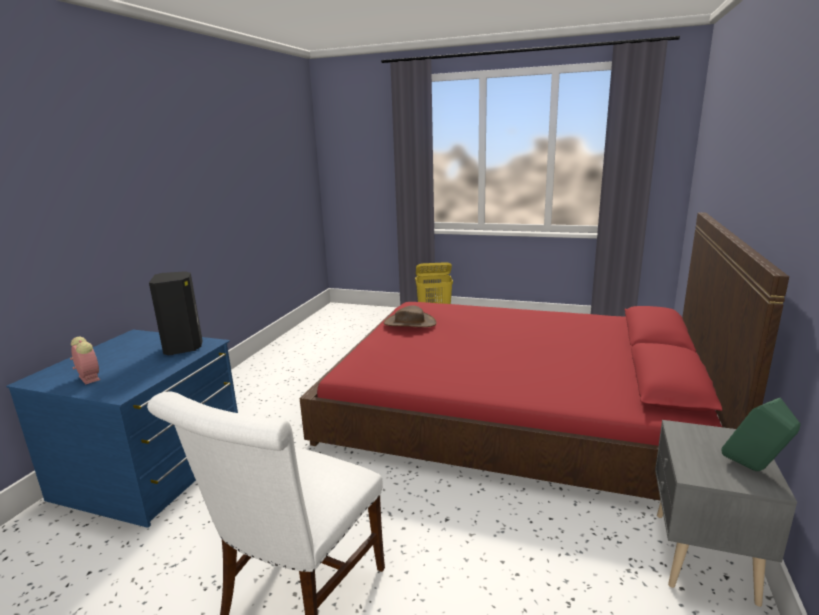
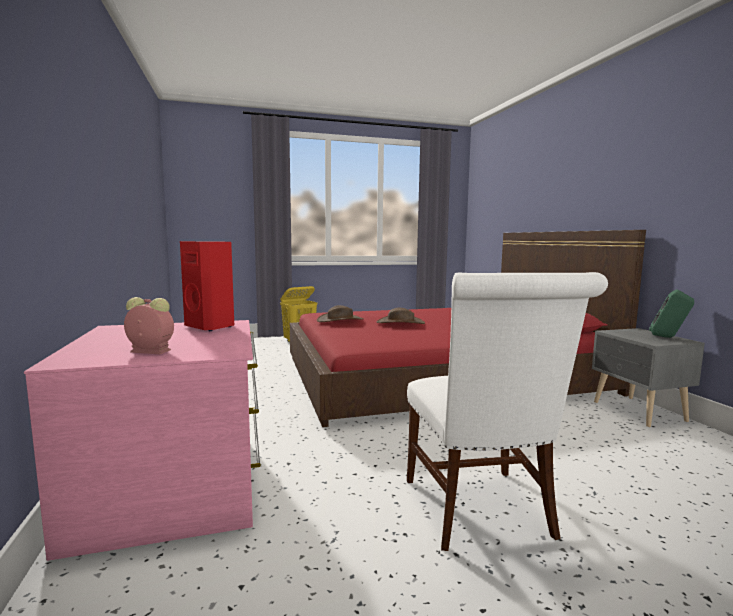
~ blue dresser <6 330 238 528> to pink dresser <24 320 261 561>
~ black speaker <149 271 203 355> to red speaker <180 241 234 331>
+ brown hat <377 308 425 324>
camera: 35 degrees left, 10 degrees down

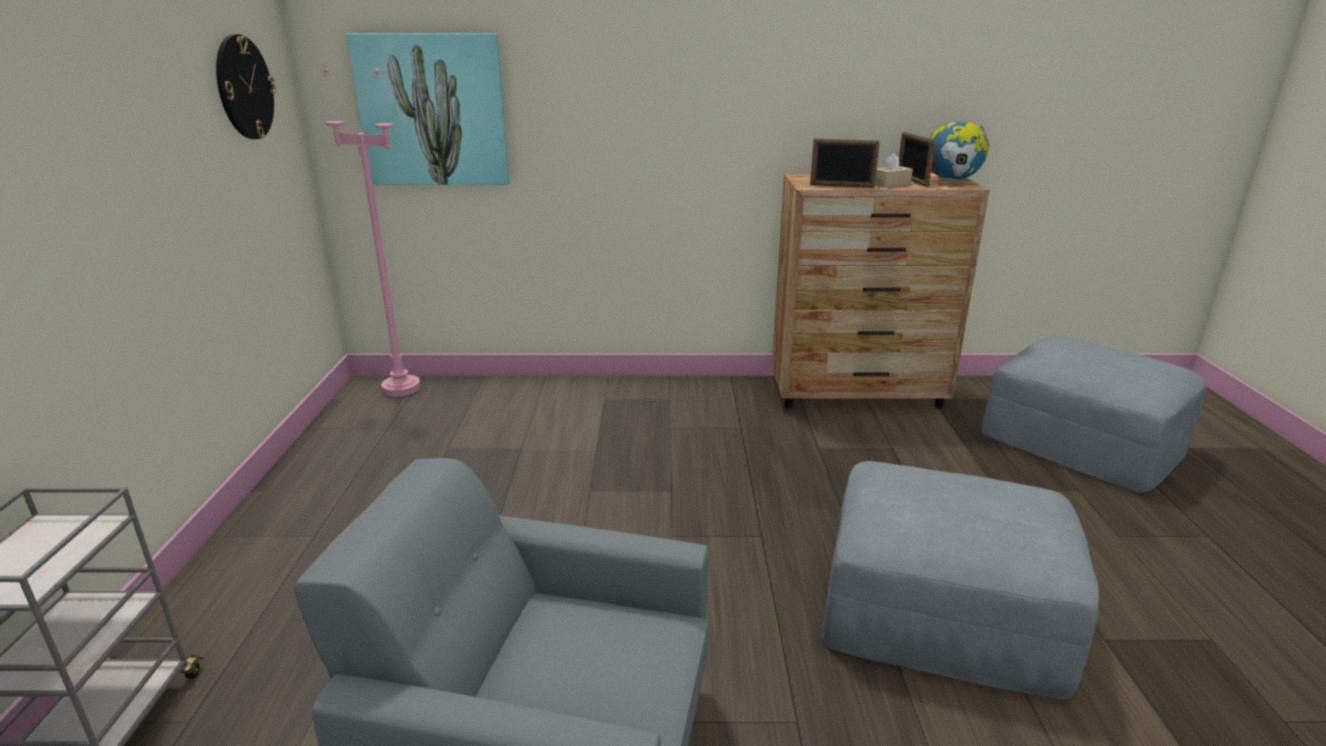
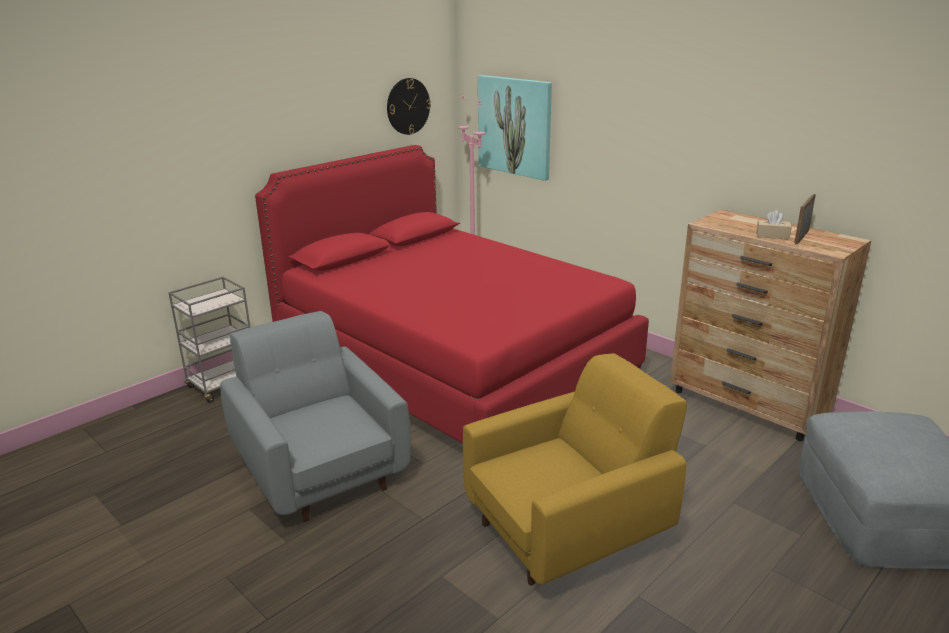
+ red bed <255 145 649 444>
~ grey ottoman <822 461 1099 700> to yellow armchair <463 353 687 586>
- picture frame <810 139 880 188>
- globe <929 122 989 182>
camera: 45 degrees right, 0 degrees up

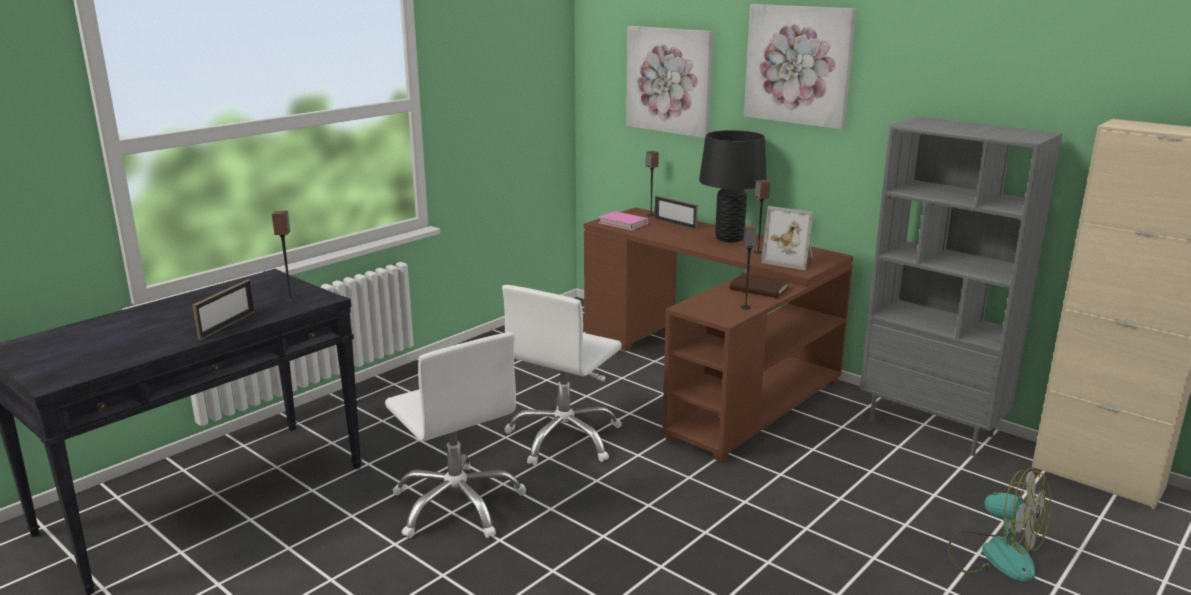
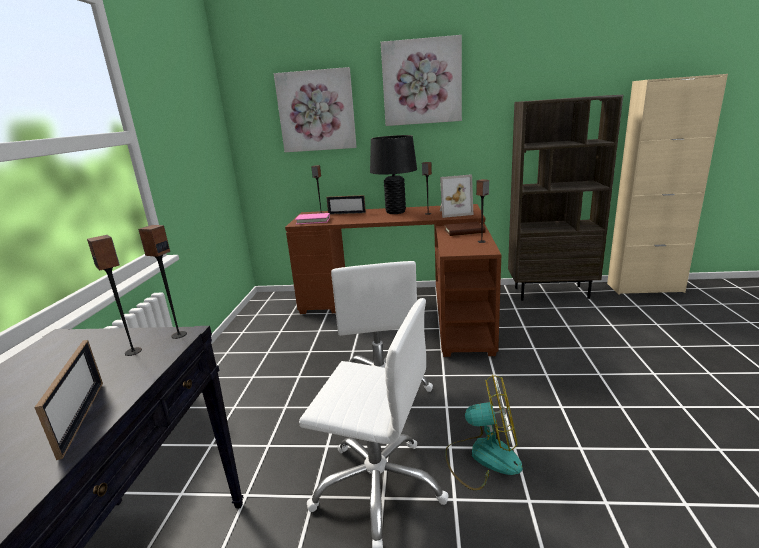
+ speaker <138 225 187 339>
~ fan <948 467 1051 582> to <445 374 523 491>
~ grey bookcase <860 117 1063 456> to brown bookcase <508 95 623 300>
camera: 35 degrees left, 0 degrees up

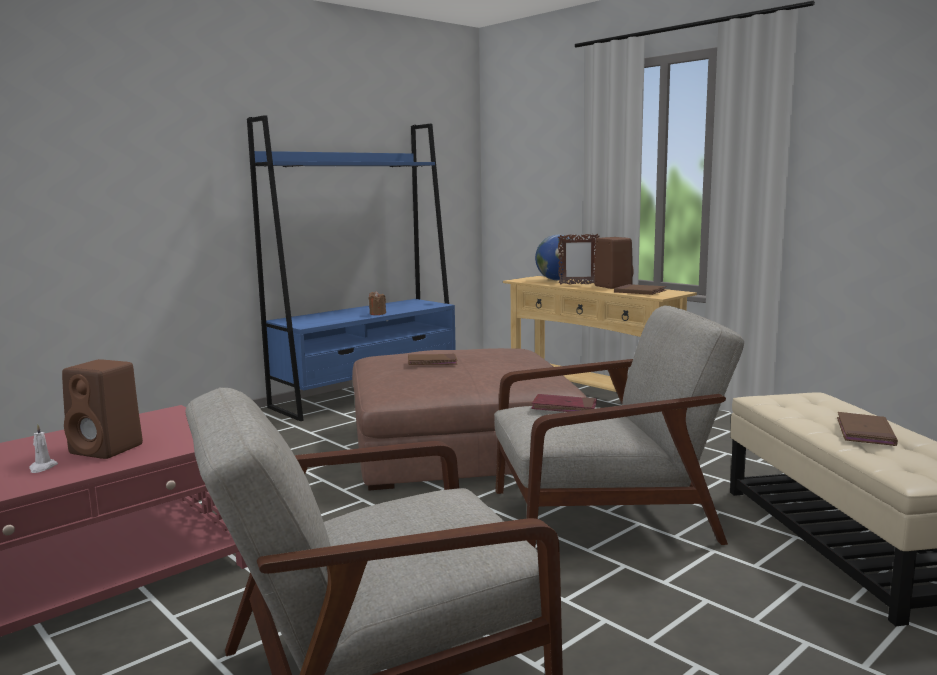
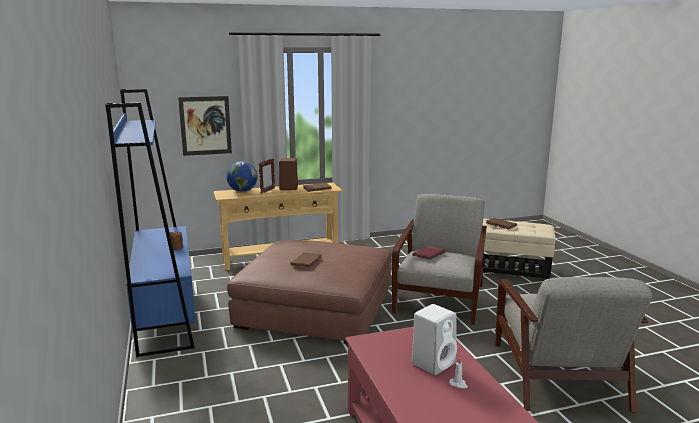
+ picture <178 96 232 156>
~ brown speaker <62 359 143 459> to white speaker <412 304 457 375>
camera: 65 degrees left, 5 degrees up

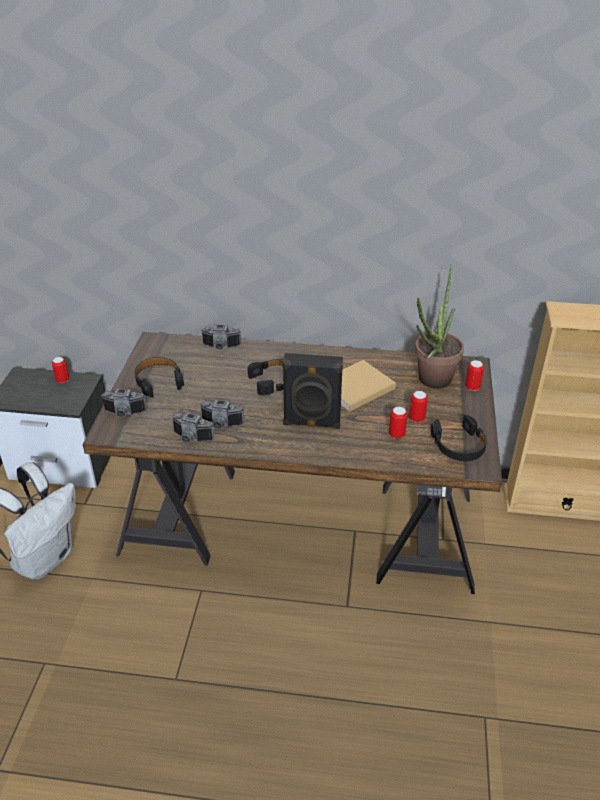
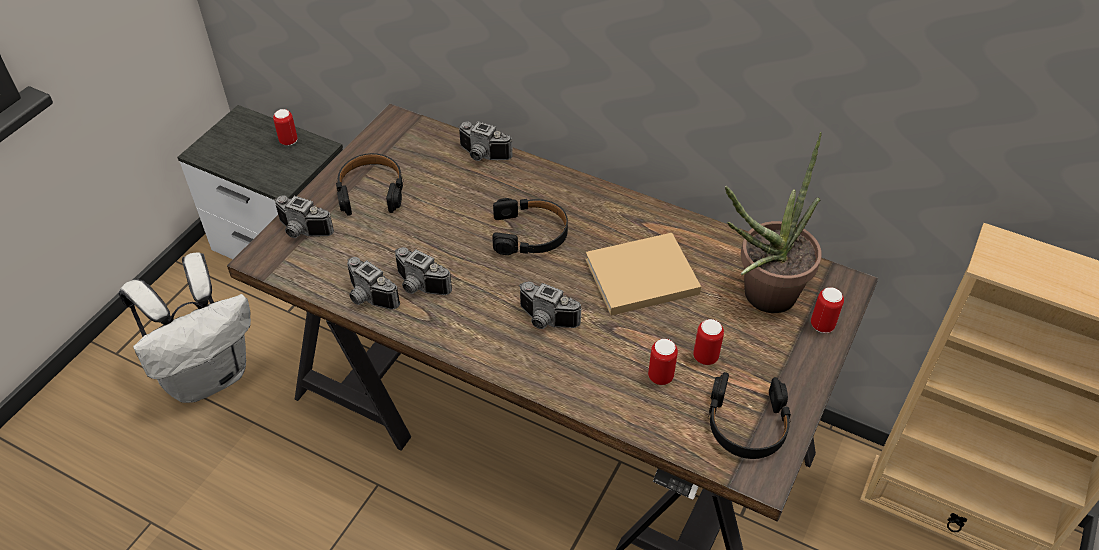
~ black speaker <282 353 343 429> to photo camera <519 282 582 329>
camera: 20 degrees right, 10 degrees up

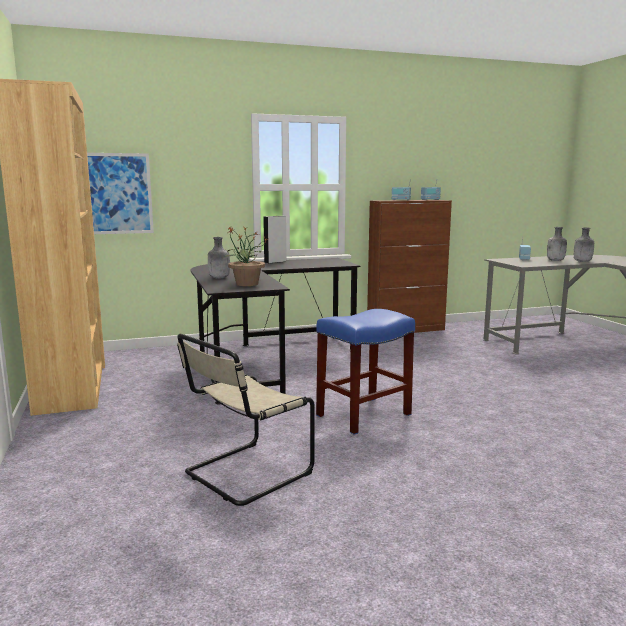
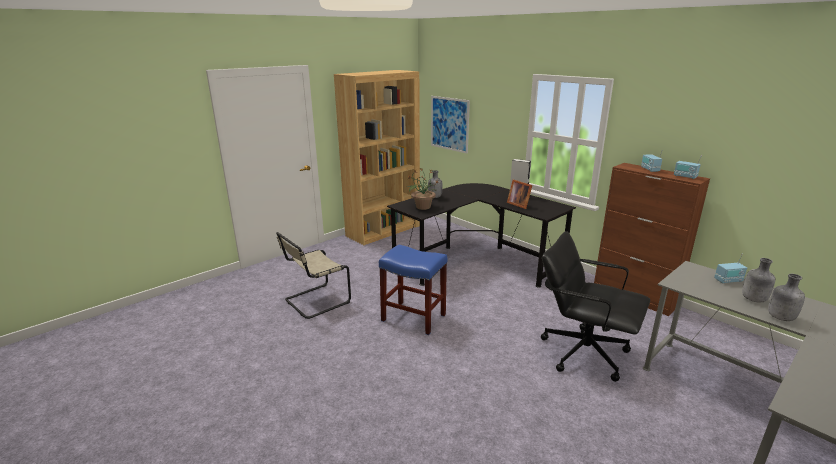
~ beige chair <177 334 315 506> = <276 232 351 319> 60 degrees counterclockwise
+ picture frame <507 180 532 209>
+ black office chair <541 231 650 382>
camera: 65 degrees right, 10 degrees up

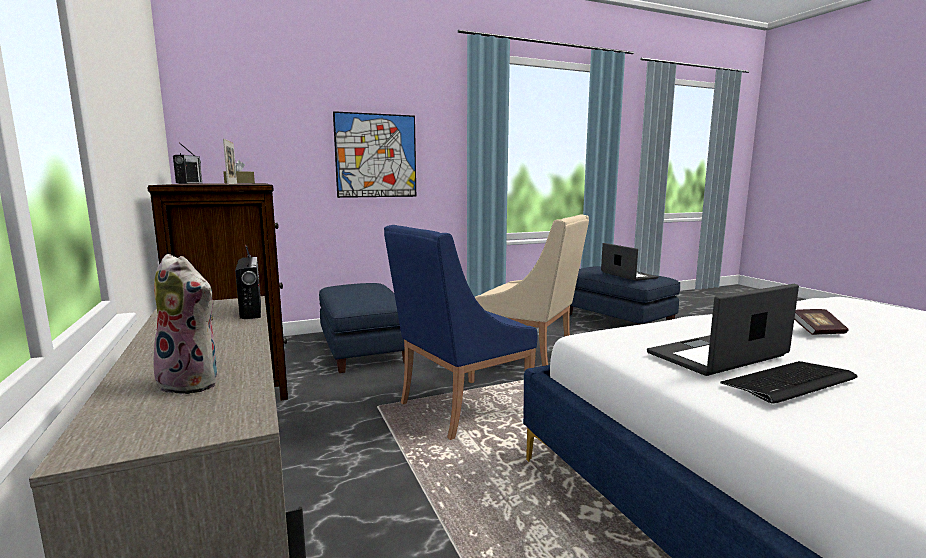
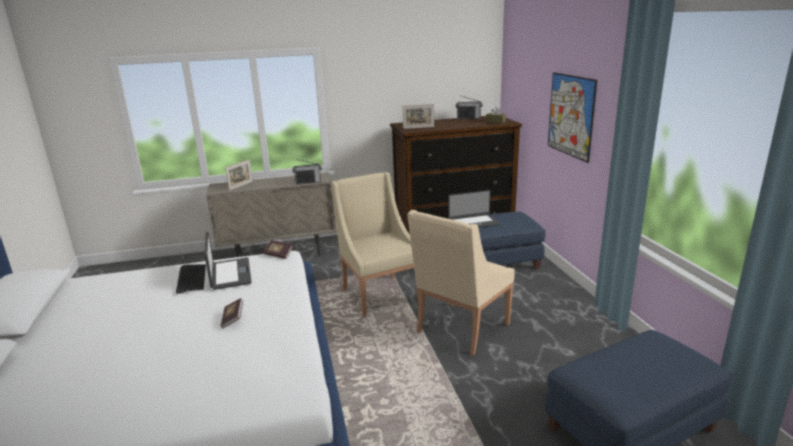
~ plush toy <153 254 217 395> to picture frame <225 159 253 191>
+ book <263 240 293 259>
~ blue armchair <384 225 538 440> to beige armchair <331 172 418 317>
~ laptop <601 243 659 281> to <448 190 500 228>
camera: 100 degrees right, 10 degrees up

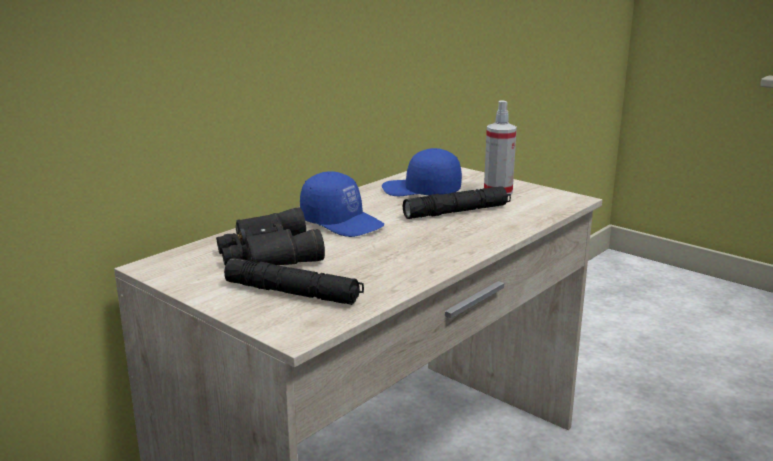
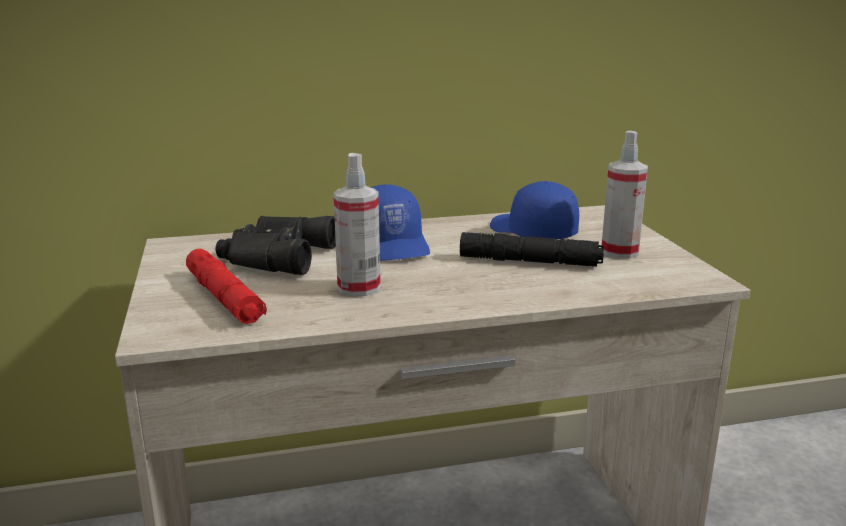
~ black flashlight <224 258 364 305> to red flashlight <186 249 267 324>
+ spray bottle <334 153 380 297>
camera: 35 degrees right, 0 degrees up

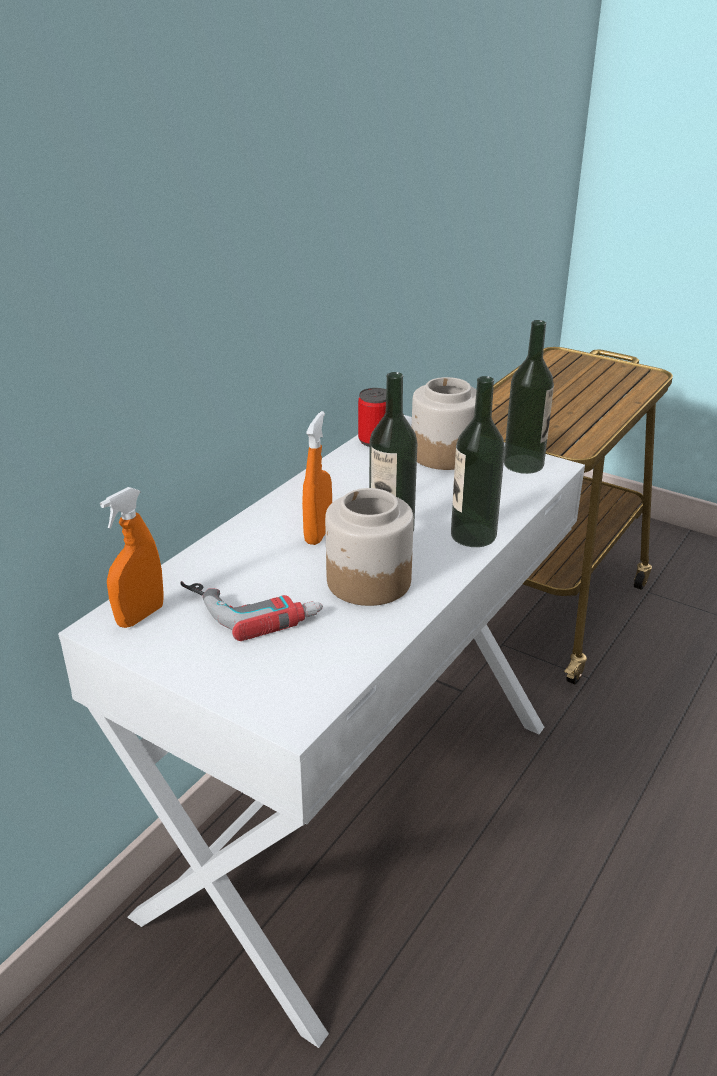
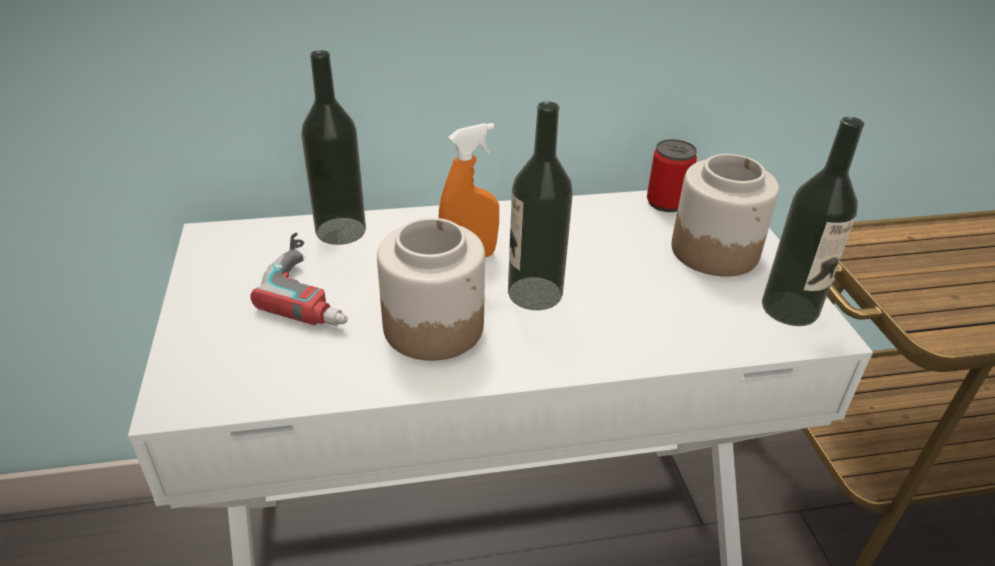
~ bottle <451 376 505 547> to <301 50 366 245>
- orange spray bottle <100 487 164 628>
camera: 45 degrees right, 5 degrees up

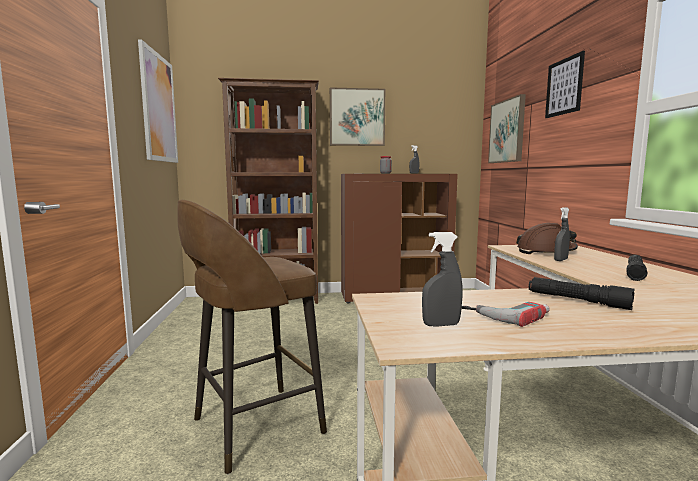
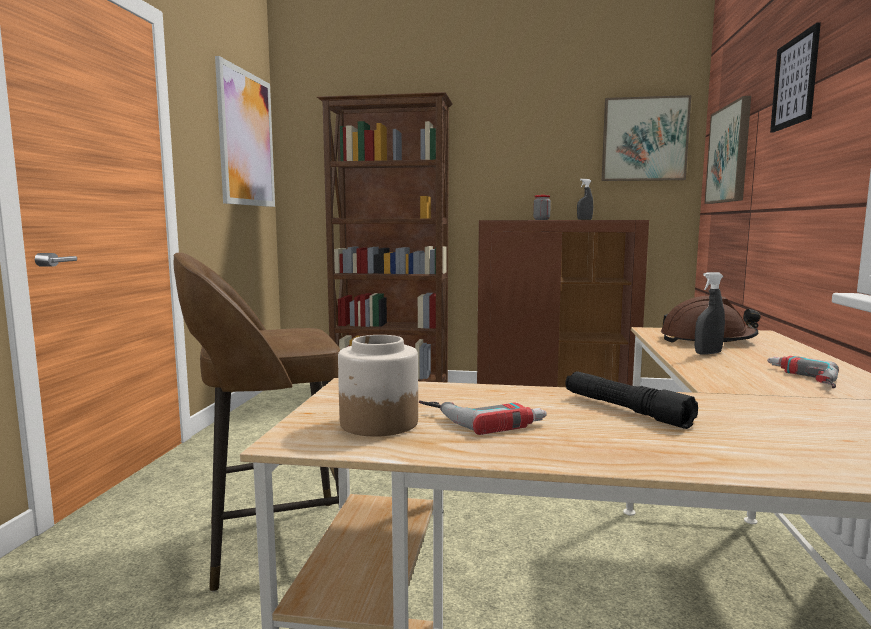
~ grey spray bottle <422 232 462 327> to jar <338 335 418 437>
~ picture <330 87 385 146> to <602 95 691 181>
~ black flashlight <627 255 647 281> to power drill <767 356 839 388>
camera: 15 degrees right, 0 degrees up

